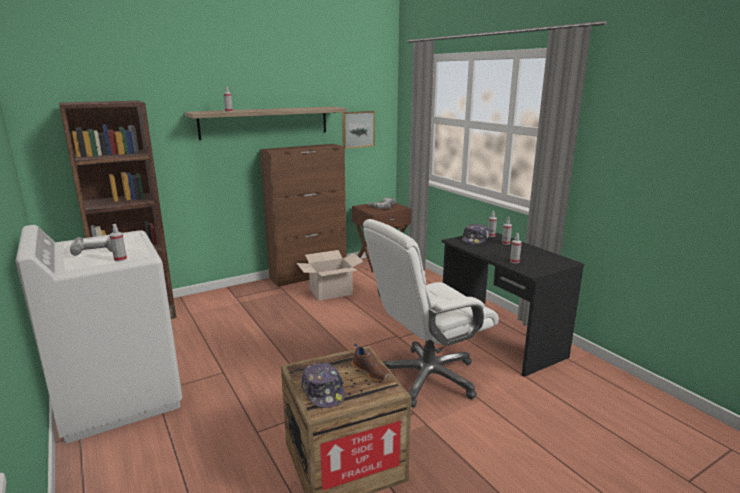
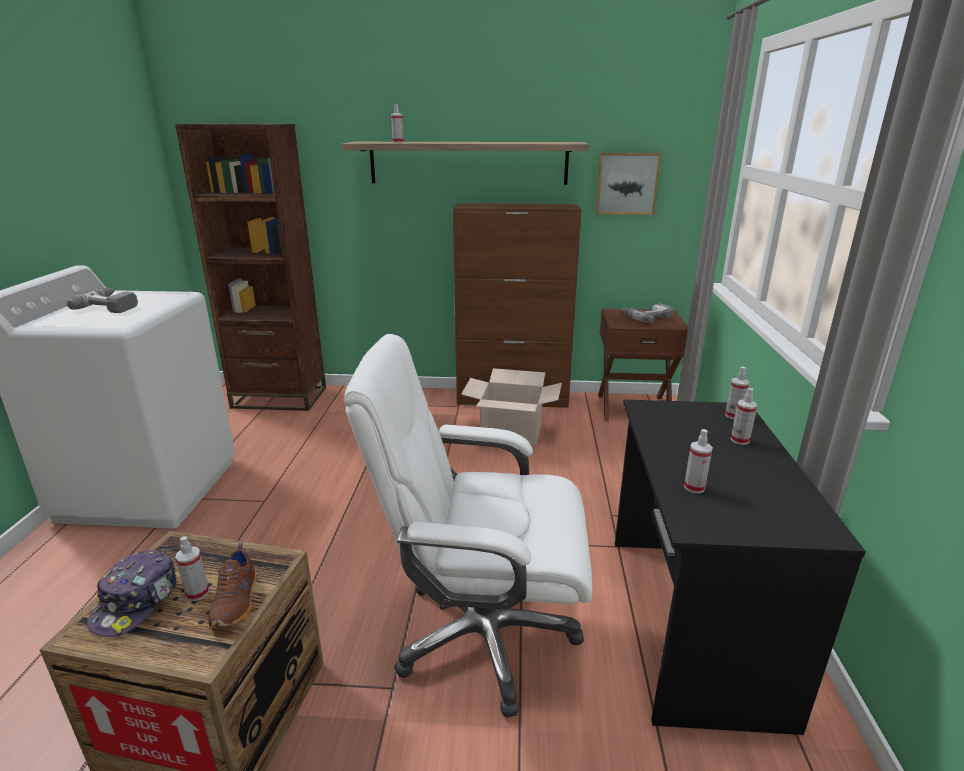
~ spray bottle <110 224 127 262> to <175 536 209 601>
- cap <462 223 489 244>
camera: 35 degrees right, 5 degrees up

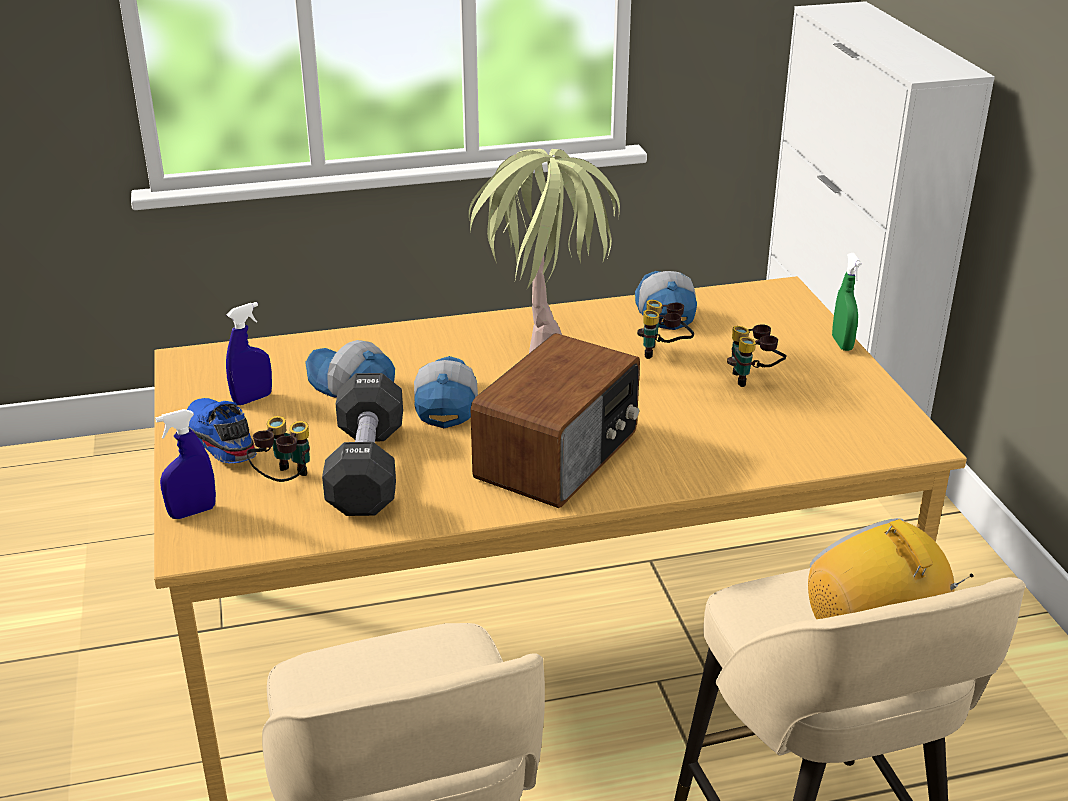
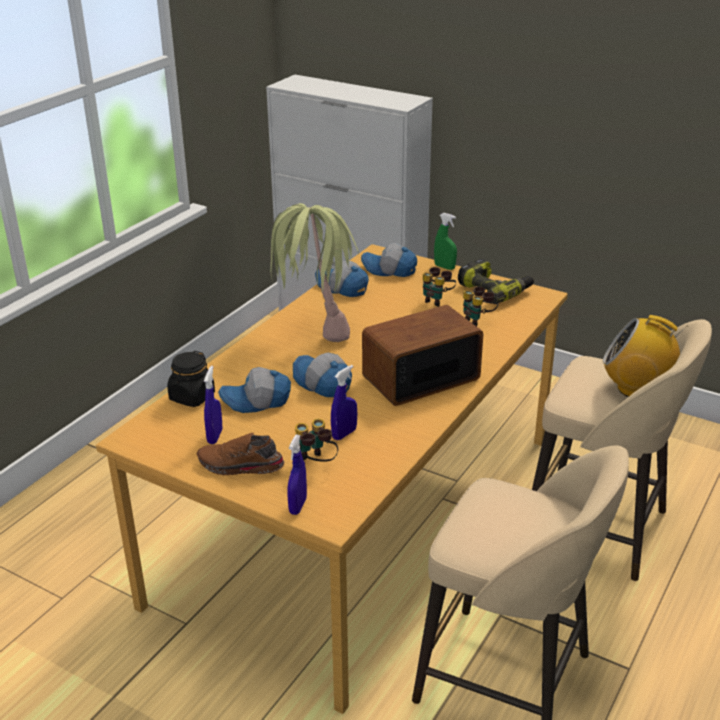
+ black jar <167 351 215 407>
~ blue shoe <187 398 257 463> to brown shoe <197 433 285 475>
~ black dumbbell <322 373 403 516> to blue spray bottle <331 365 357 440>
+ cap <361 243 417 277>
~ radio <470 333 640 508> = <362 305 483 406> 105 degrees counterclockwise
+ power drill <458 259 534 303>
~ binoculars <637 300 694 359> to <463 286 499 327>
camera: 45 degrees left, 0 degrees up

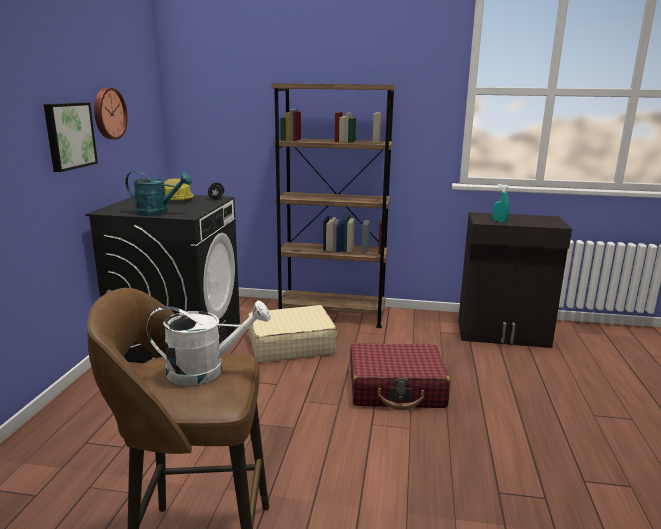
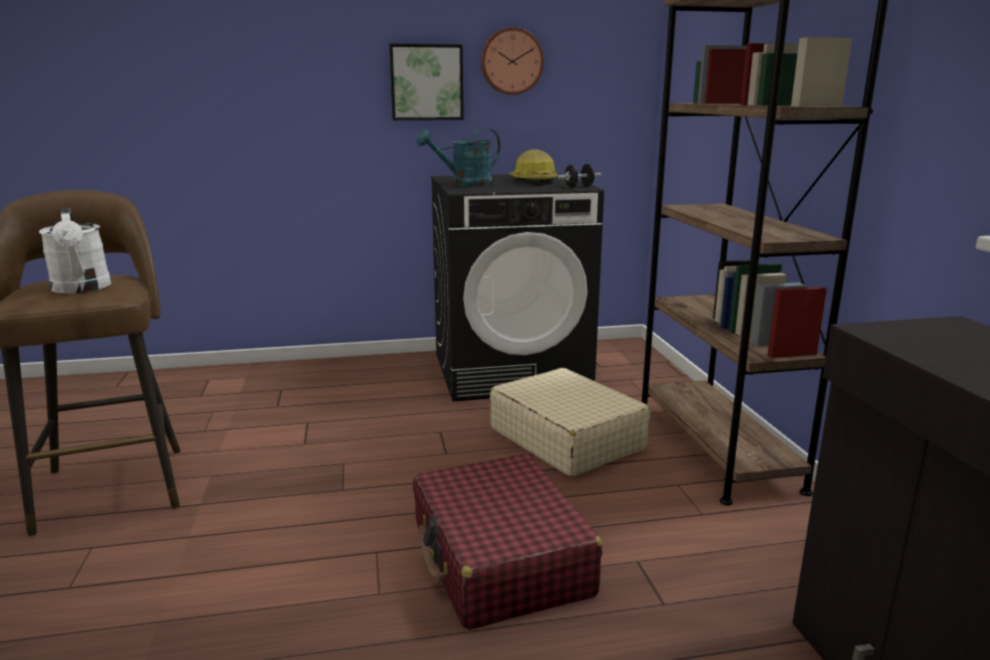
~ turquoise watering can <125 171 192 216> = <417 129 500 186> 75 degrees clockwise
- turquoise spray bottle <492 184 509 222>
camera: 70 degrees right, 0 degrees up

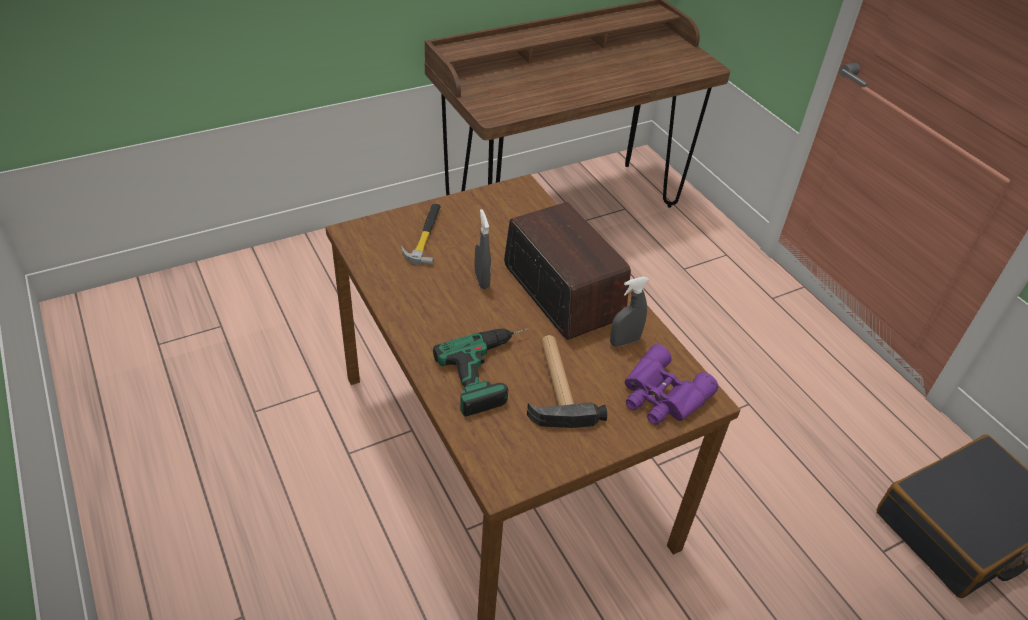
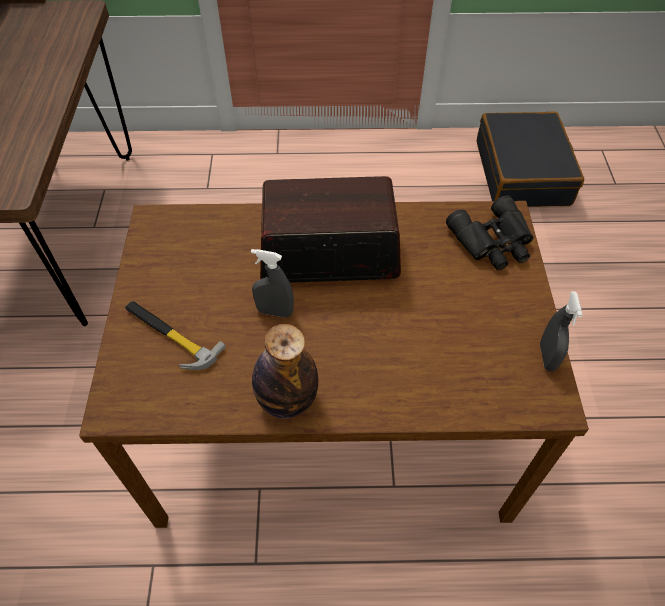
+ bottle <252 324 318 419>
~ purple binoculars <625 344 718 425> to black binoculars <446 195 534 270>
~ grey spray bottle <610 277 649 347> to <540 291 583 372>
- power drill <433 328 529 417>
- hammer <527 335 607 428>
camera: 60 degrees left, 10 degrees up

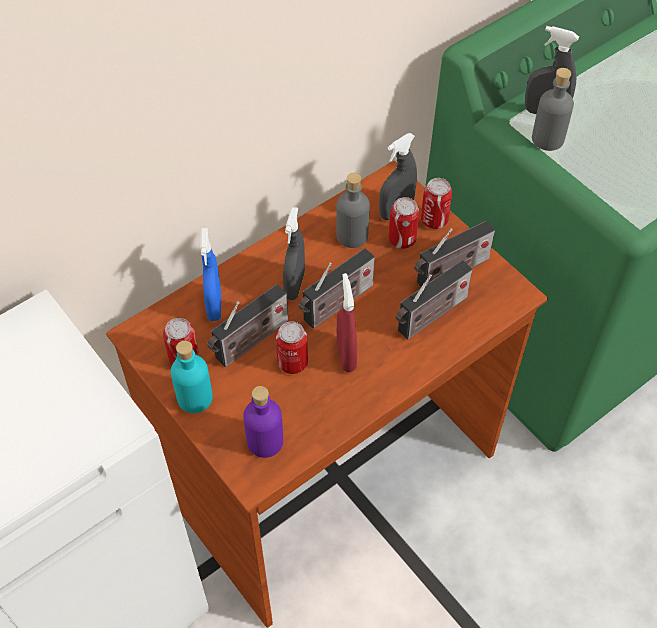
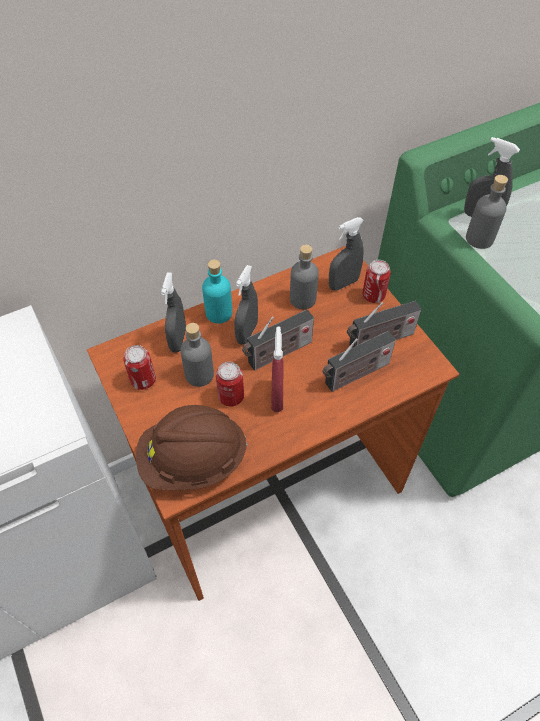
~ purple bottle <243 386 283 458> to brown hard hat <136 405 248 491>
~ blue spray bottle <200 228 221 321> to grey spray bottle <161 272 186 353>
~ radio <207 284 288 367> to grey bottle <180 323 214 387>
~ turquoise bottle <171 341 213 413> to <202 259 232 324>
- can <388 197 419 249>
camera: 10 degrees right, 0 degrees up

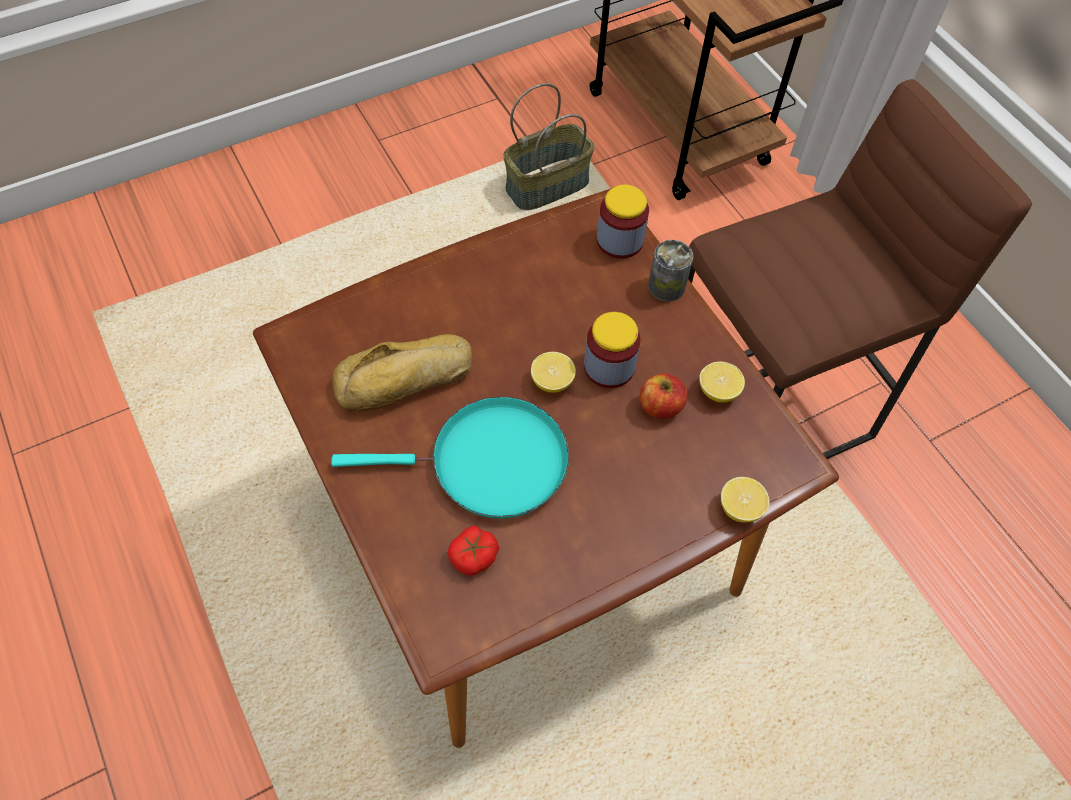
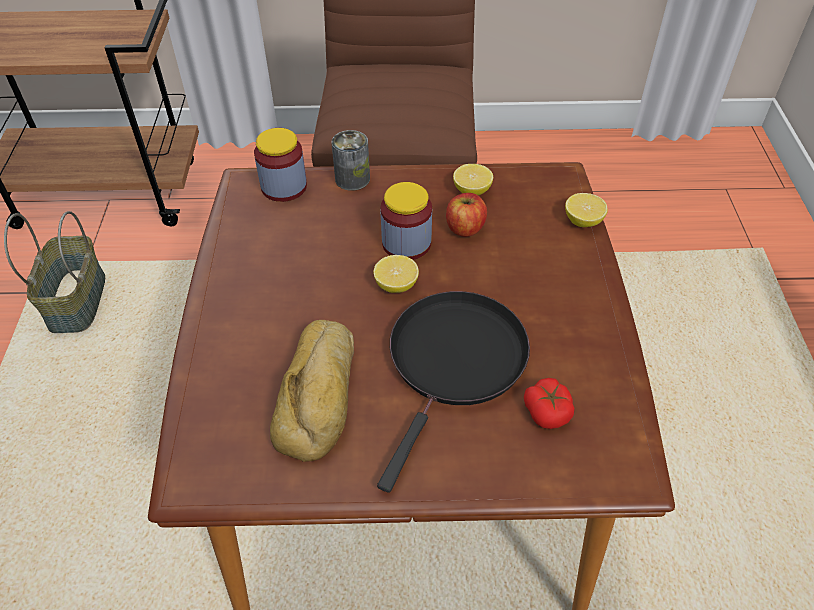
~ turquoise frying pan <331 396 569 519> to black frying pan <377 291 530 493>
camera: 60 degrees left, 10 degrees down

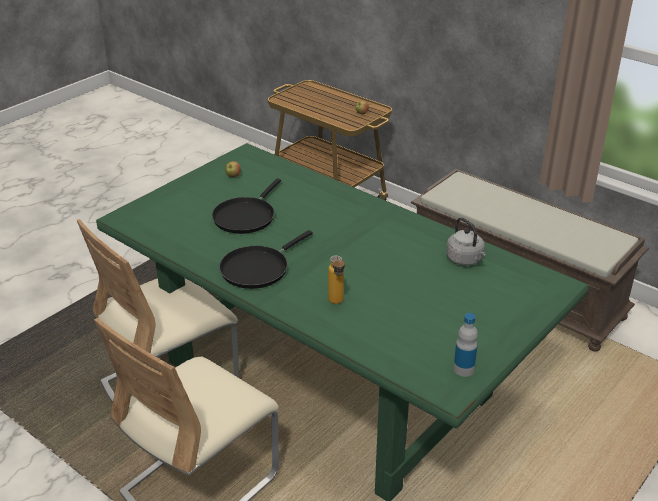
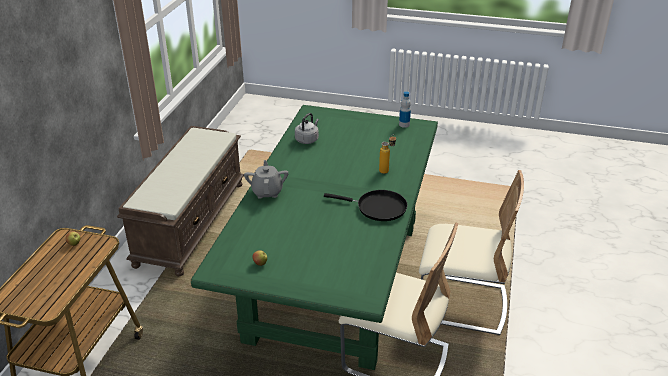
+ grey teapot <244 160 289 199>
- black frying pan <212 178 281 234>
camera: 115 degrees left, 0 degrees up

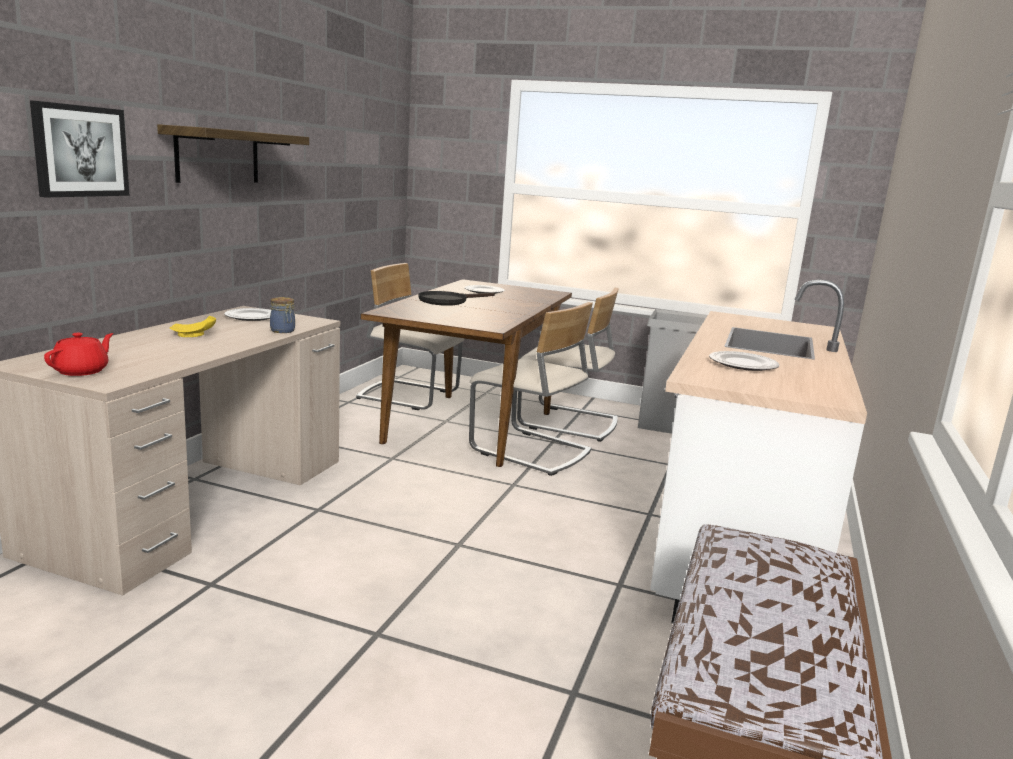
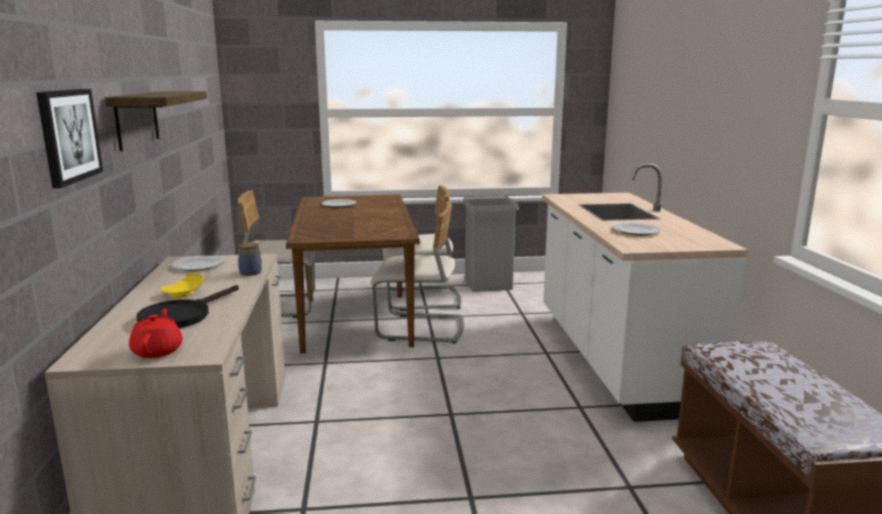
~ black frying pan <418 291 495 306> to <136 285 239 328>
camera: 25 degrees left, 0 degrees up

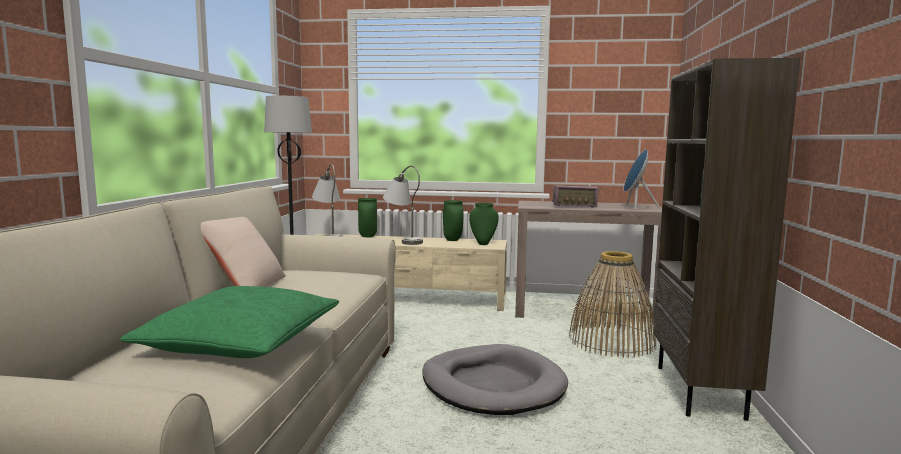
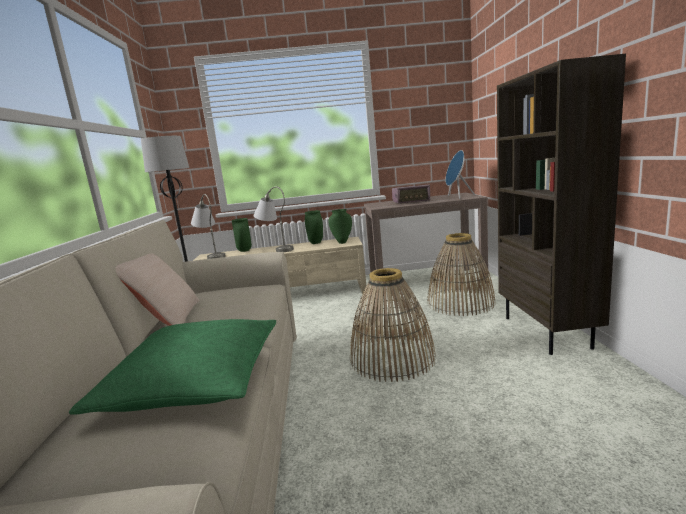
~ grey dog bed <423 344 568 415> to basket <350 268 436 382>
camera: 10 degrees left, 5 degrees up

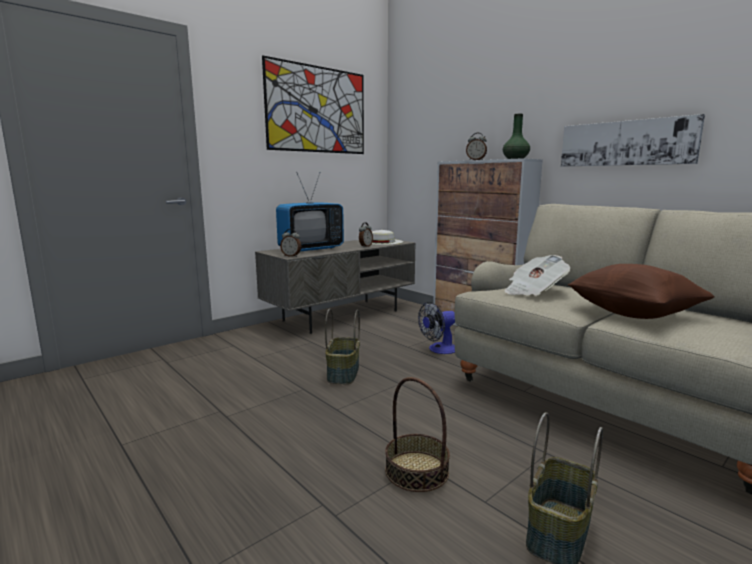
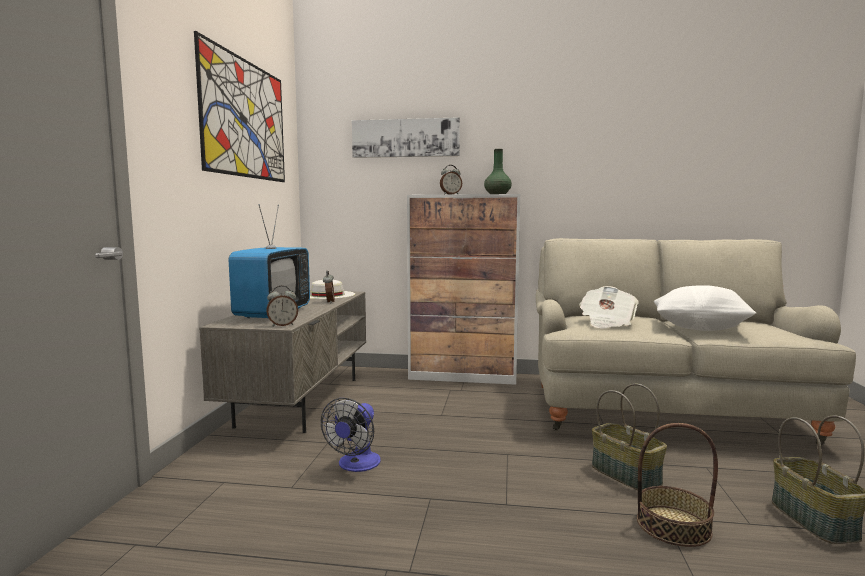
~ fan <418 302 455 354> to <321 398 381 472>
~ picture <561 114 705 167> to <352 117 460 158>
~ basket <325 309 360 384> to <592 384 667 490>
~ brown pillow <568 264 715 319> to white pillow <654 285 756 331>
camera: 40 degrees left, 5 degrees down

